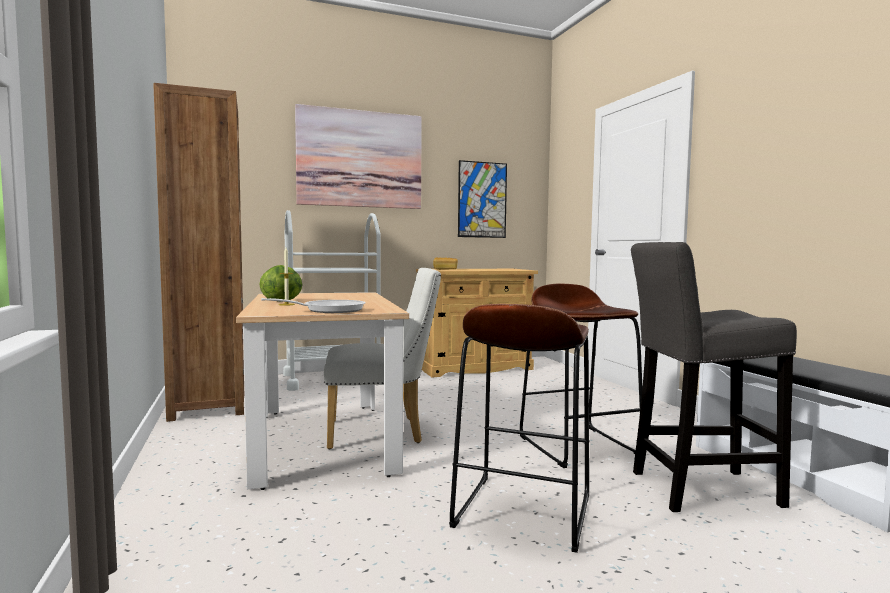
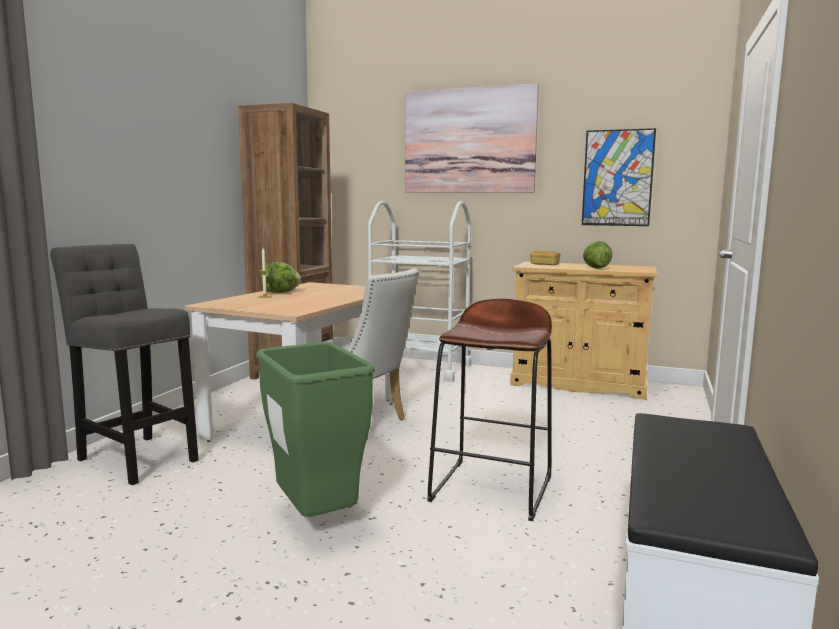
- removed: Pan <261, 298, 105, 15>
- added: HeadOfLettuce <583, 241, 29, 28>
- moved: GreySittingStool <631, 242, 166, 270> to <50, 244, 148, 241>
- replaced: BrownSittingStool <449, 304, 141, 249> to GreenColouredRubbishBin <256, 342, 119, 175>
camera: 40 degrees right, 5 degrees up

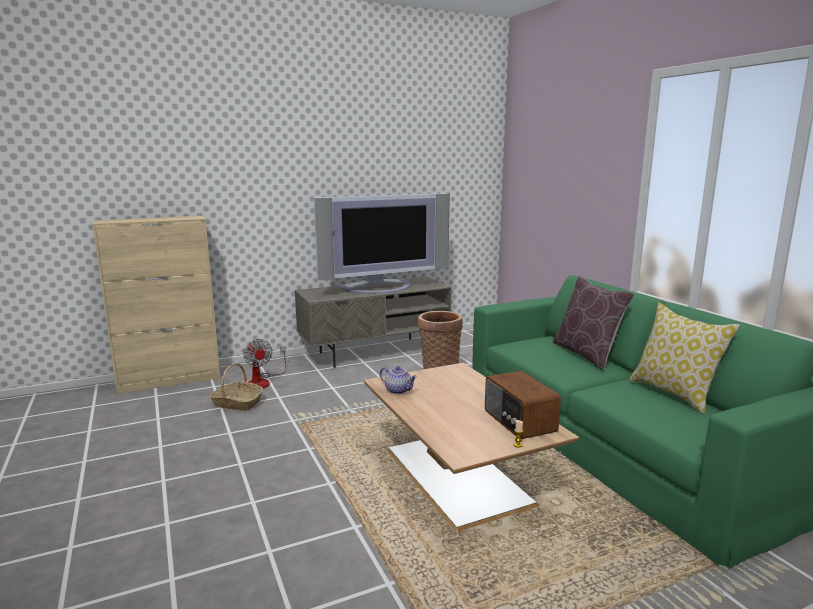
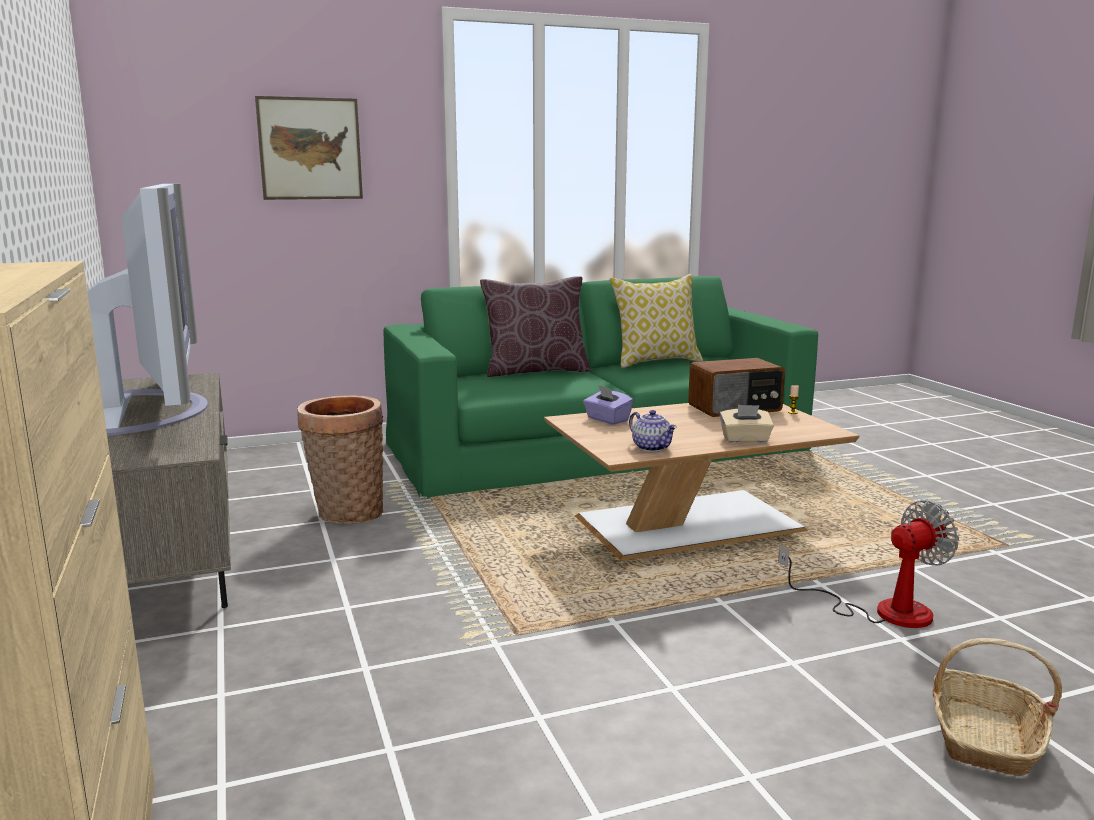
- added: WallPicture <255, 96, 108, 104>
- added: PurpleTissueHolder <583, 385, 50, 40>
- added: SandColouredTissueHolder <720, 405, 54, 38>
- moved: HouseholdBasket <210, 363, 53, 48> to <933, 638, 129, 138>
- moved: ElectricFan <243, 339, 43, 50> to <778, 500, 181, 128>
- turned: TeaPot <380, 366, 37, 28> = <629, 410, 48, 42> 105 degrees clockwise
camera: 85 degrees left, 0 degrees up

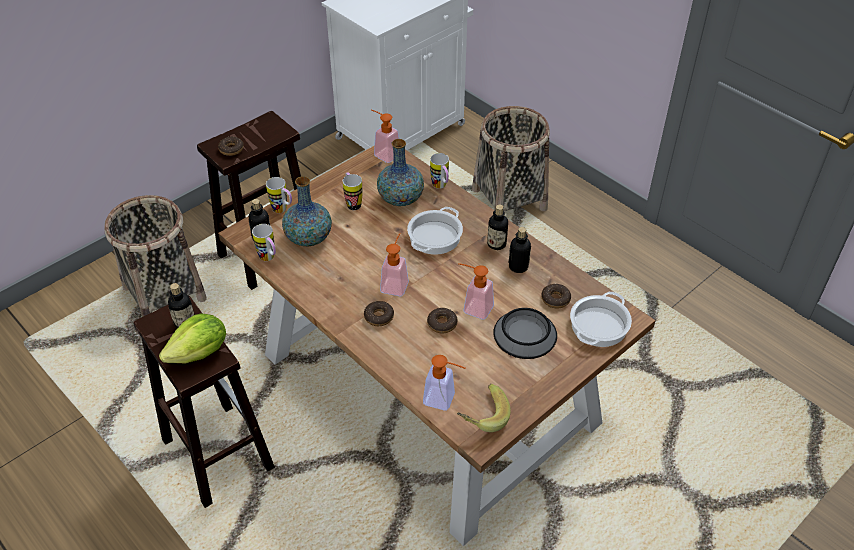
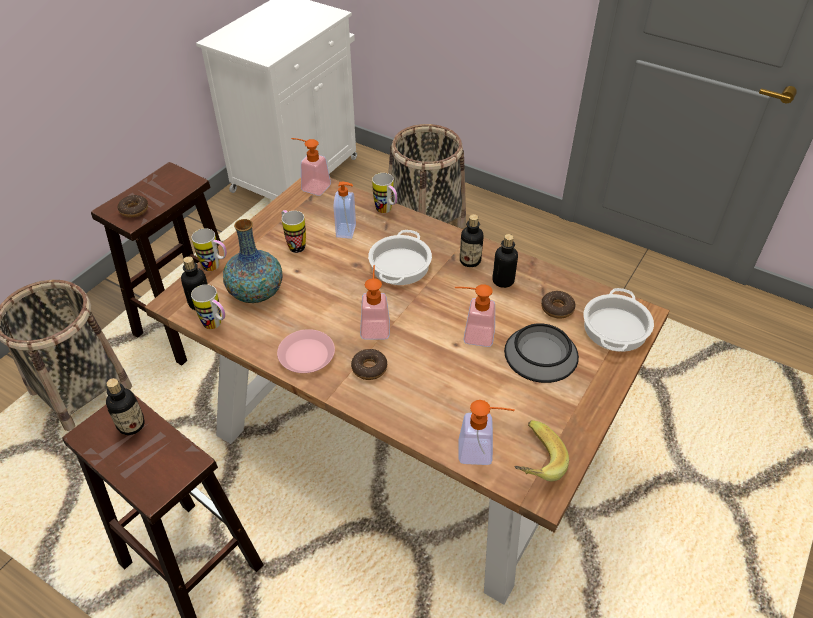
- removed: HeadOfLettuce <159, 313, 67, 50>
- removed: RingDoughnut <427, 308, 31, 25>
- added: PinkFlatDish <277, 329, 58, 44>
- replaced: DecorativeVase <377, 139, 47, 67> to LiquidSoapBottle <334, 182, 22, 57>
camera: 15 degrees left, 0 degrees up

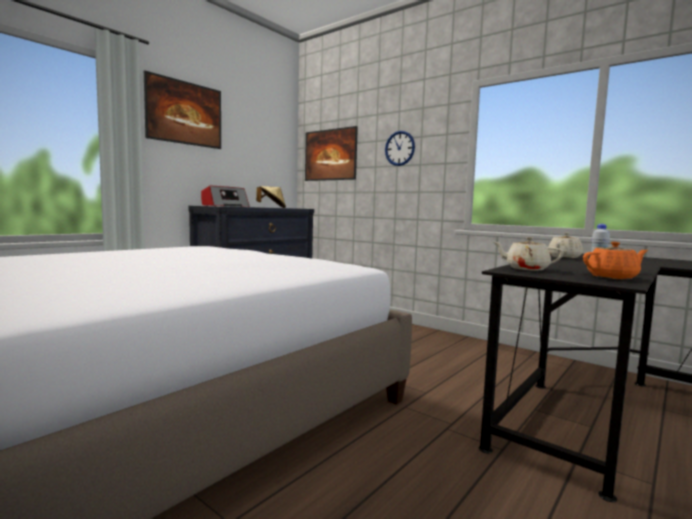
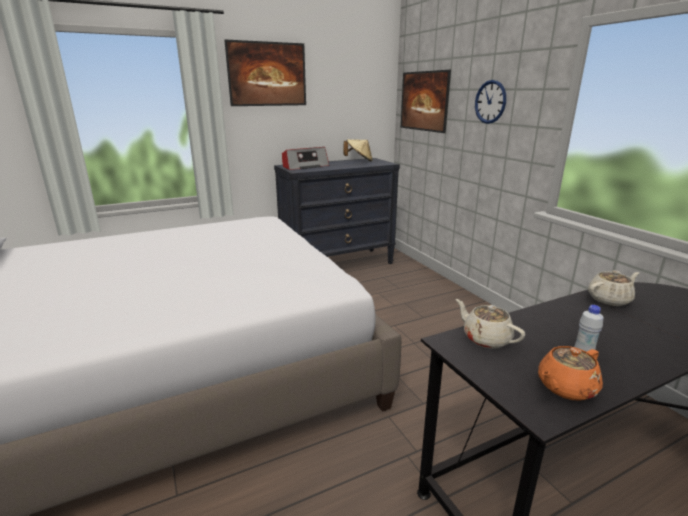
- turned: OrangeTeaPot <583, 242, 65, 37> = <538, 346, 65, 55> 135 degrees clockwise
camera: 25 degrees right, 15 degrees up

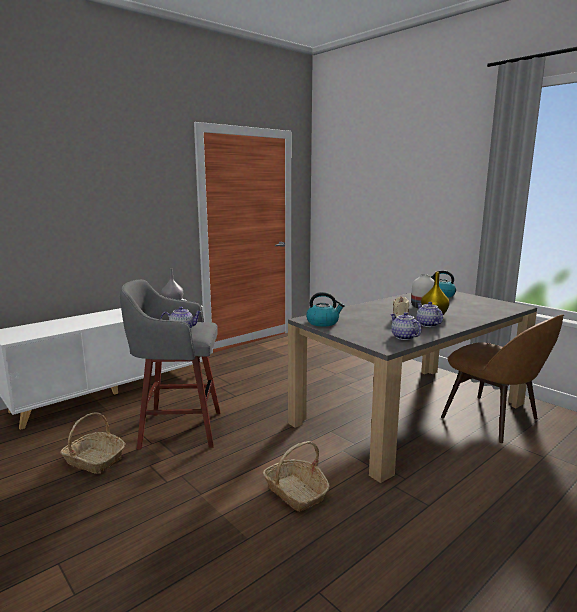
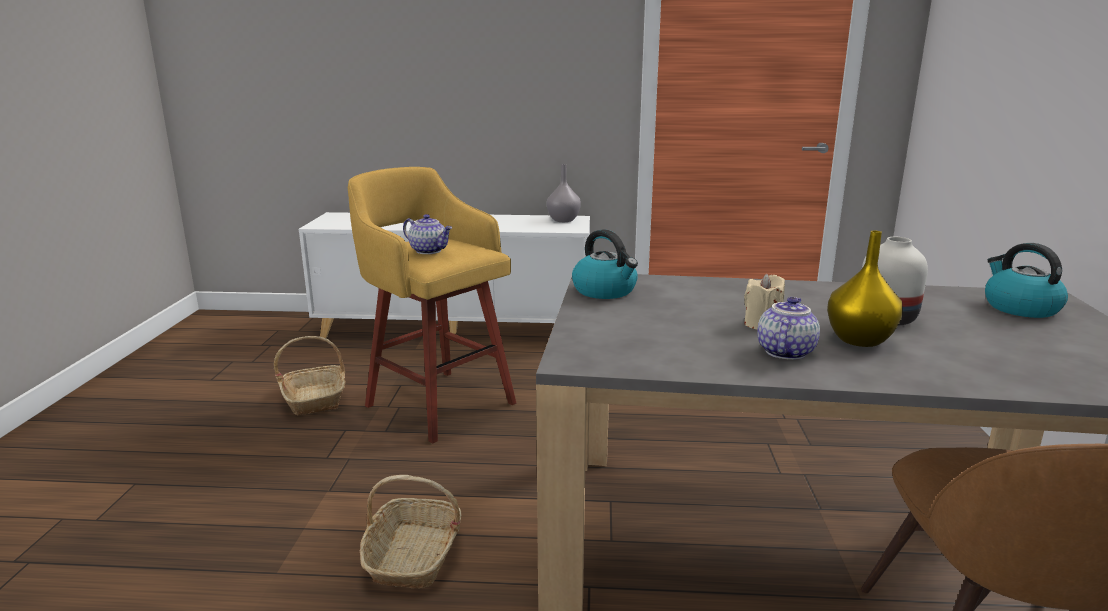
- removed: TeaPot <391, 312, 31, 28>
- recoloured: GreySittingStool <120, 279, 101, 171> to YellowishSittingStool <348, 167, 168, 276>
camera: 45 degrees right, 5 degrees up

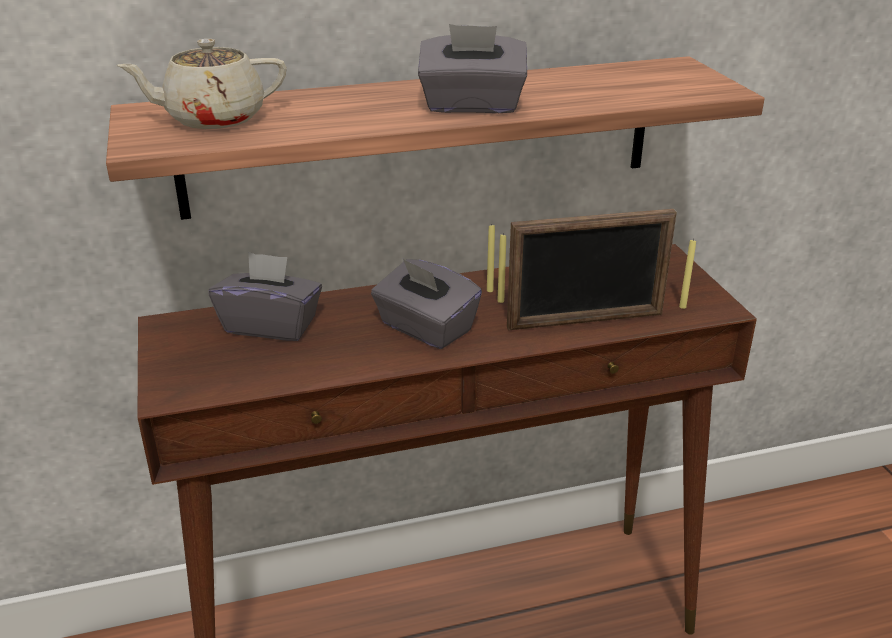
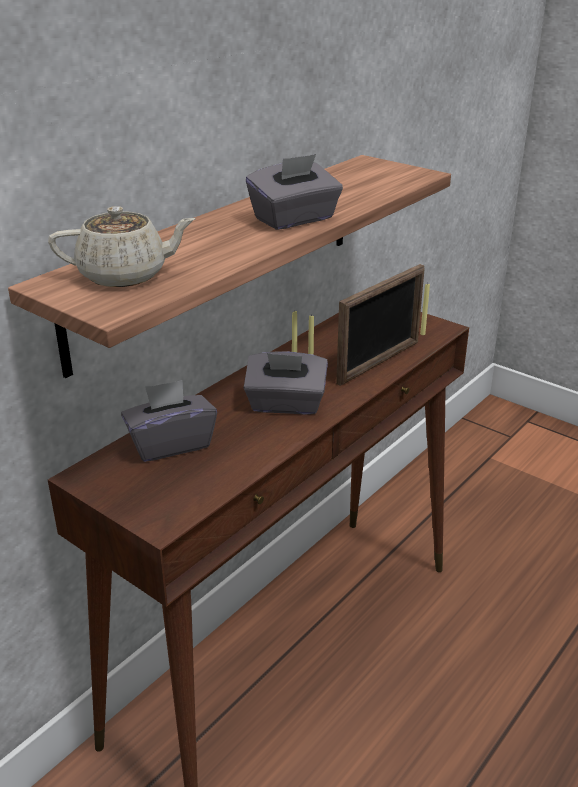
- turned: SandColouredTeaPot <116, 39, 171, 90> = <48, 206, 148, 81> 135 degrees counterclockwise
camera: 35 degrees left, 0 degrees up

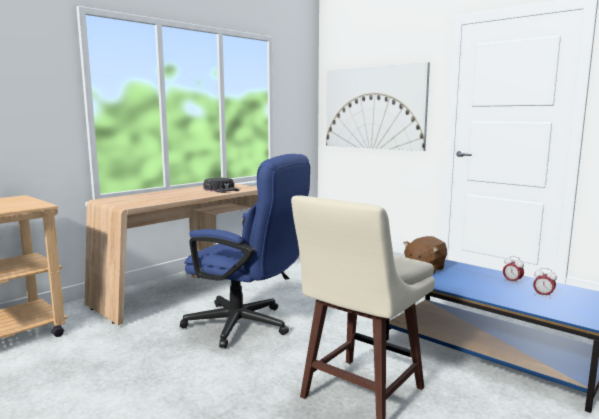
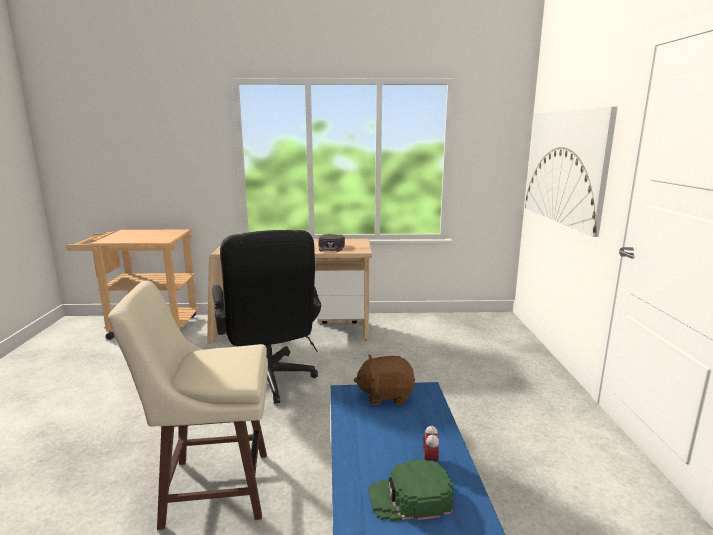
- replaced: BedsideClock <533, 268, 24, 31> to GreenColouredPeakedCap <368, 460, 86, 61>
- recoloured: BlueComputerChair <180, 154, 130, 194> to BlackishComputerChair <212, 230, 109, 174>
camera: 45 degrees right, 5 degrees up

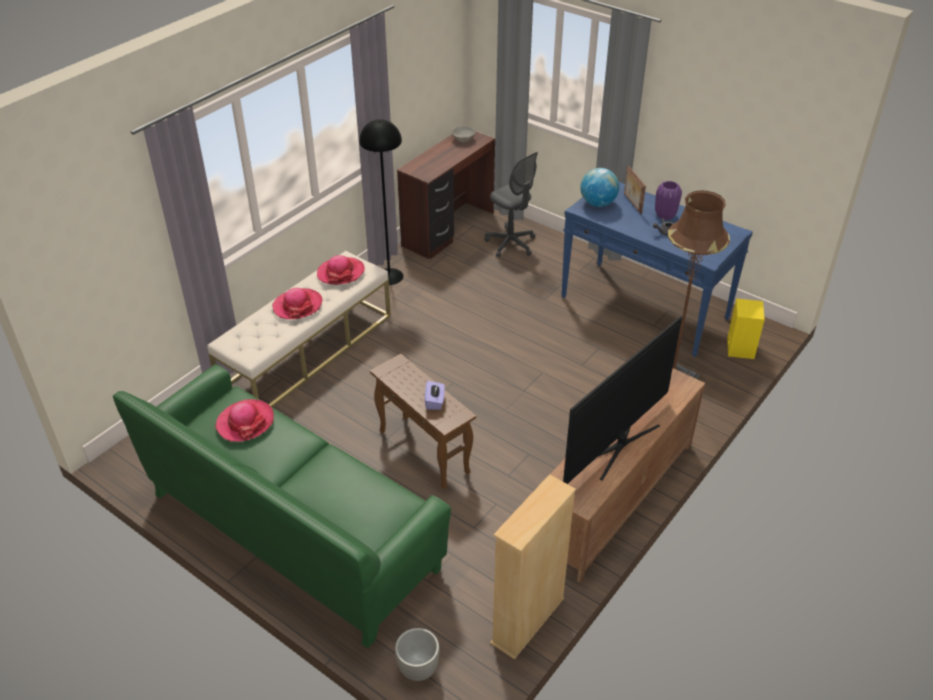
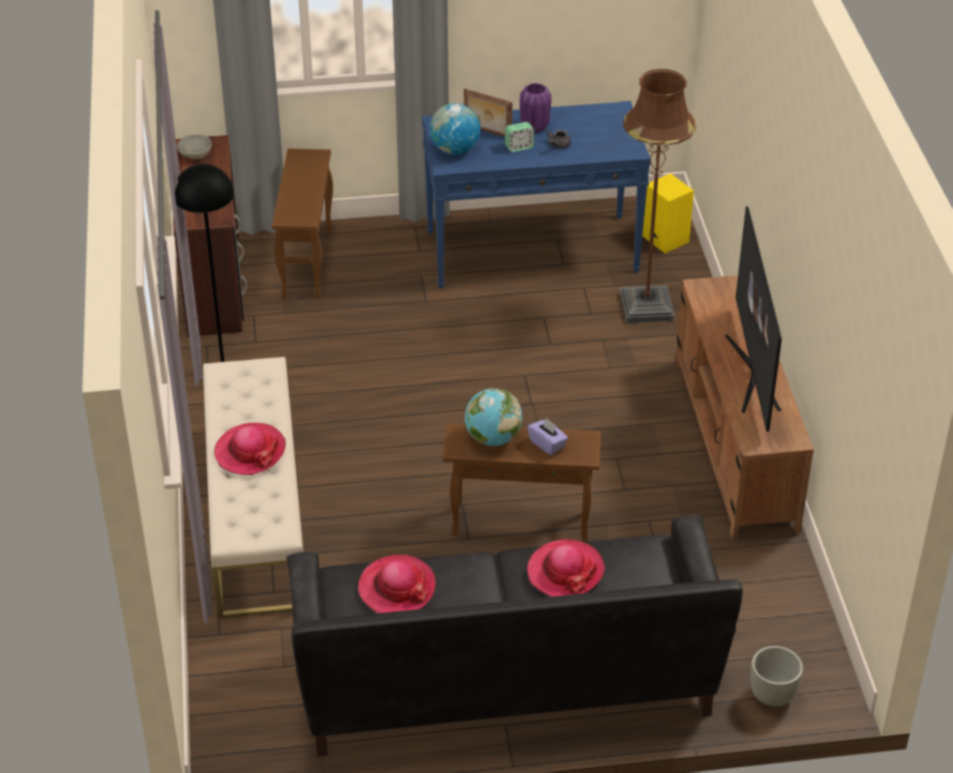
- removed: SandColouredShelvingUnit <490, 474, 86, 186>
- added: Globe <465, 388, 57, 58>
- added: BedsideClock <505, 122, 29, 30>
- moved: Hat <317, 255, 48, 30> to <527, 539, 78, 58>
- replaced: GreyComputerChair <485, 152, 53, 105> to BrownAccentTable <272, 149, 61, 150>
- recoloured: GreenColouredSofa <113, 364, 338, 284> to BlackishSofa <286, 515, 457, 242>
camera: 45 degrees left, 0 degrees up

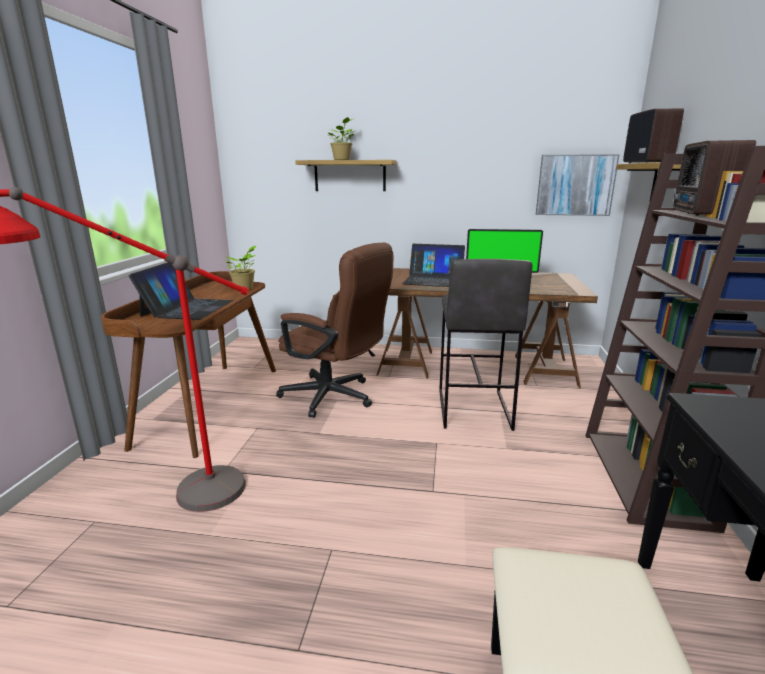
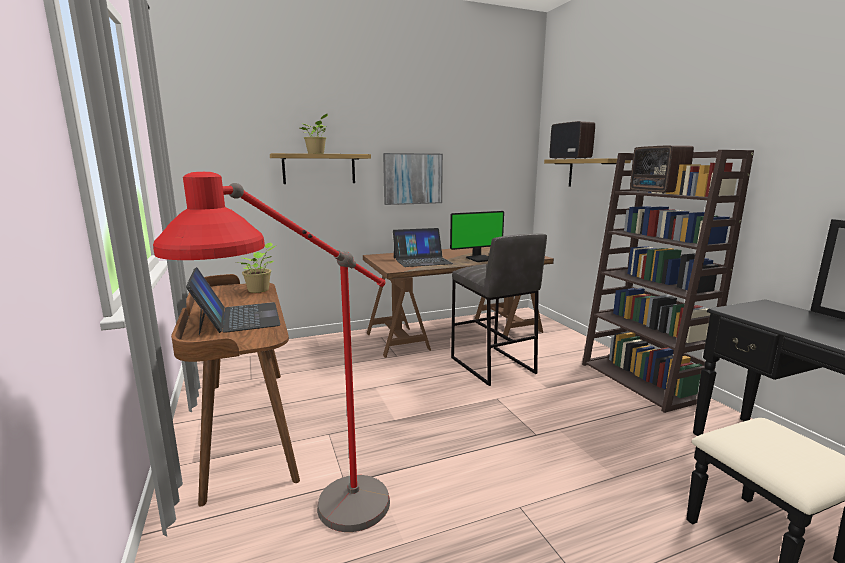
- removed: BrownComputerChair <276, 242, 118, 176>
- moved: WallPicture <536, 154, 84, 62> to <383, 153, 60, 52>
camera: 30 degrees left, 5 degrees down

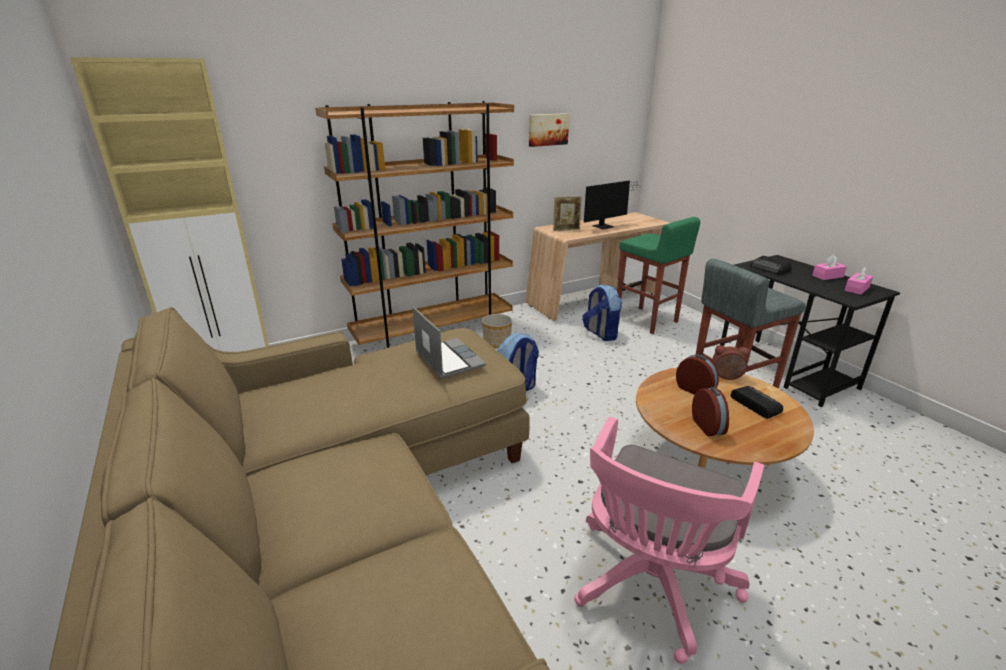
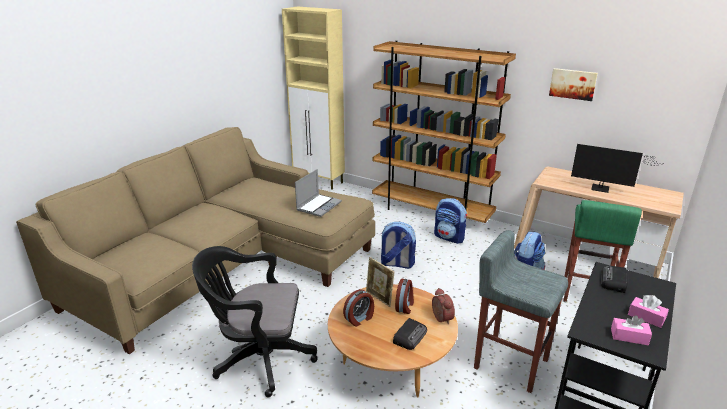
- moved: PictureFrame <553, 196, 29, 35> to <366, 257, 28, 50>
- replaced: FlowerPot <482, 314, 30, 34> to Backpack <434, 198, 33, 46>
- recoloured: PinkComputerChair <574, 417, 190, 247> to BlackishComputerChair <192, 246, 125, 151>
camera: 60 degrees right, 0 degrees up

